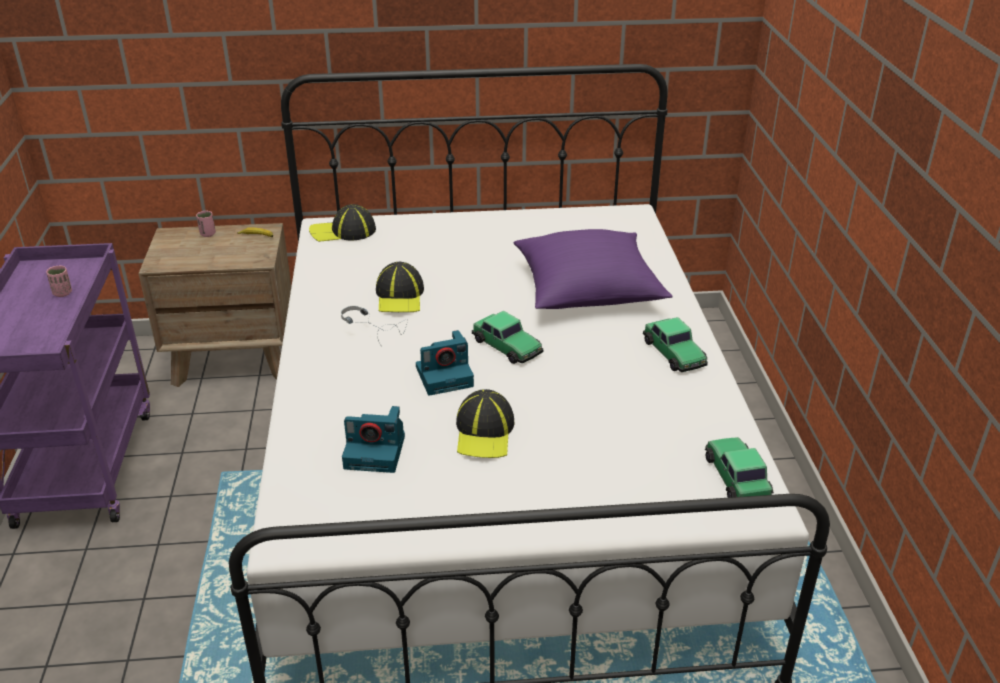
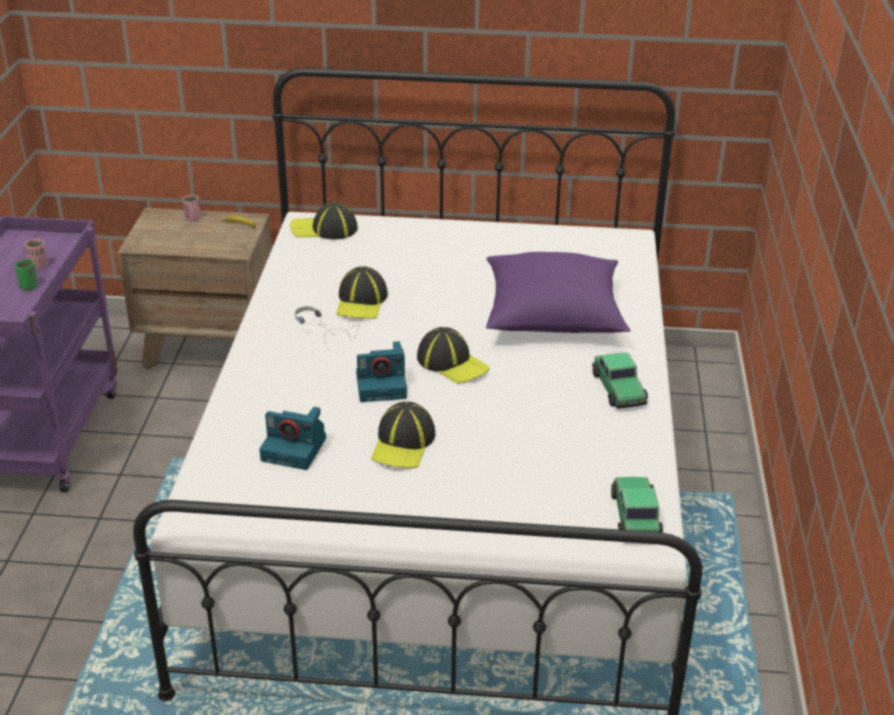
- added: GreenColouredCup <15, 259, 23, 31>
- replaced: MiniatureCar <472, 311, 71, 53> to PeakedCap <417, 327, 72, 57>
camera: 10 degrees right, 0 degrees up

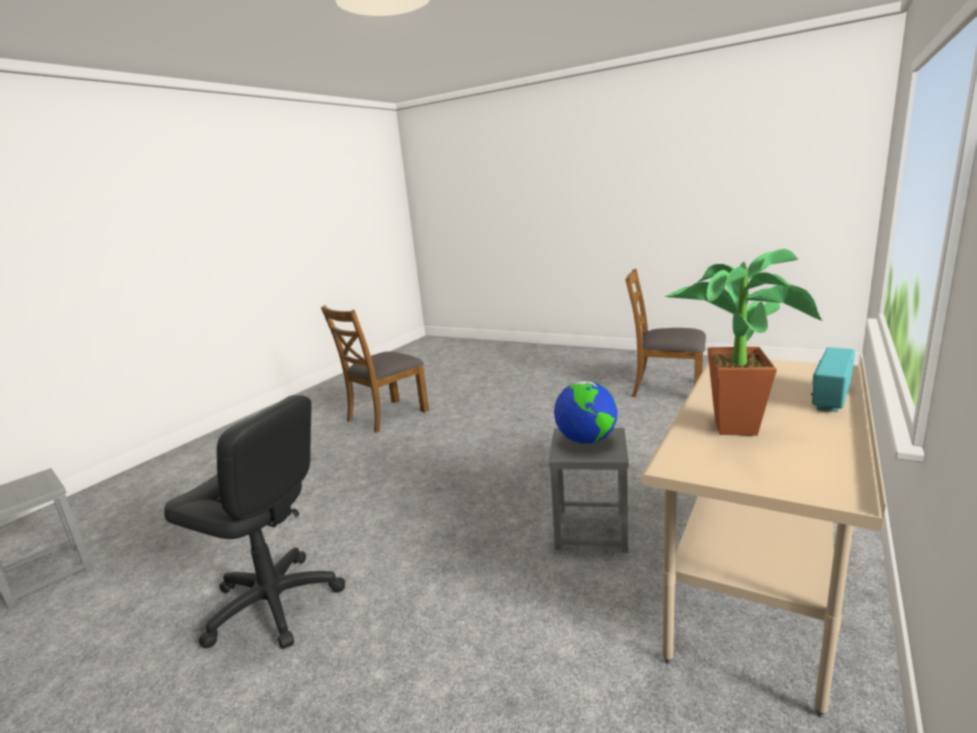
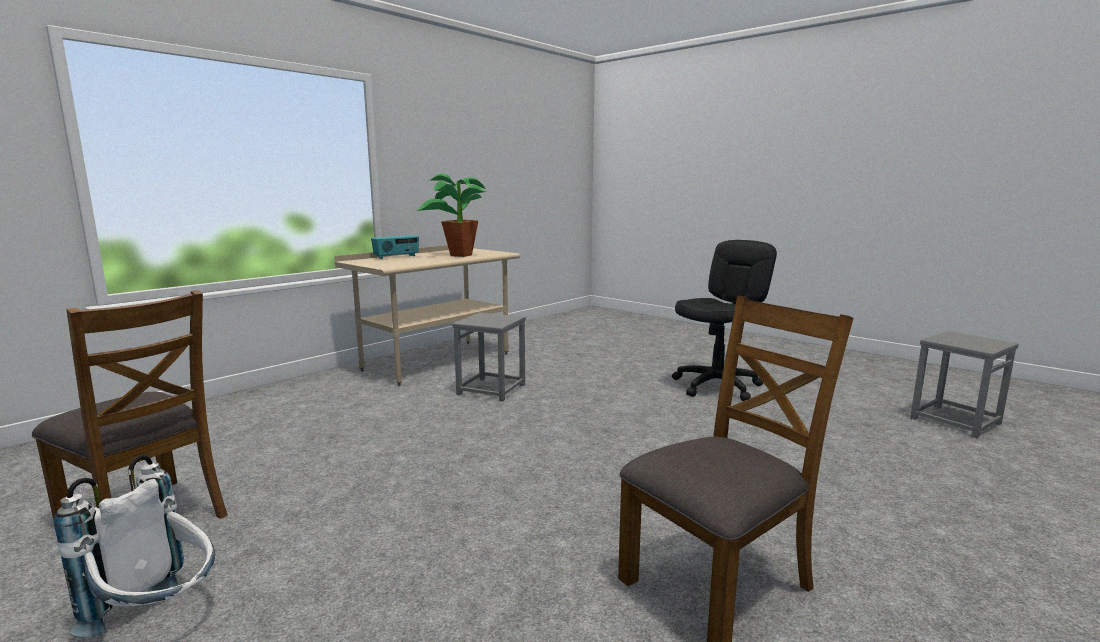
- removed: Globe <554, 381, 64, 63>
- added: WhiteColouredBackpack <54, 455, 161, 182>
- turned: BlackishComputerChair <164, 395, 181, 254> = <672, 240, 105, 161> 105 degrees clockwise
camera: 170 degrees left, 5 degrees down

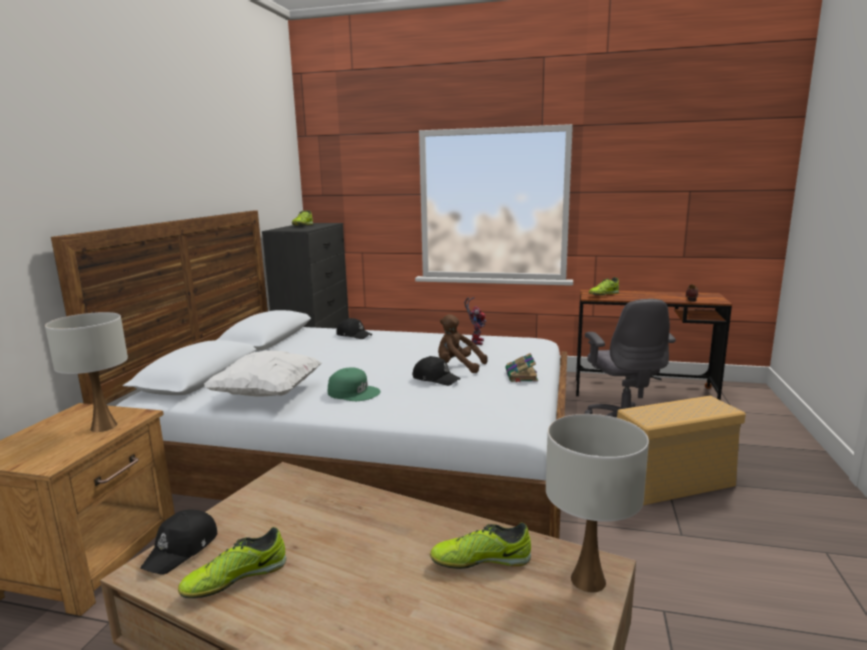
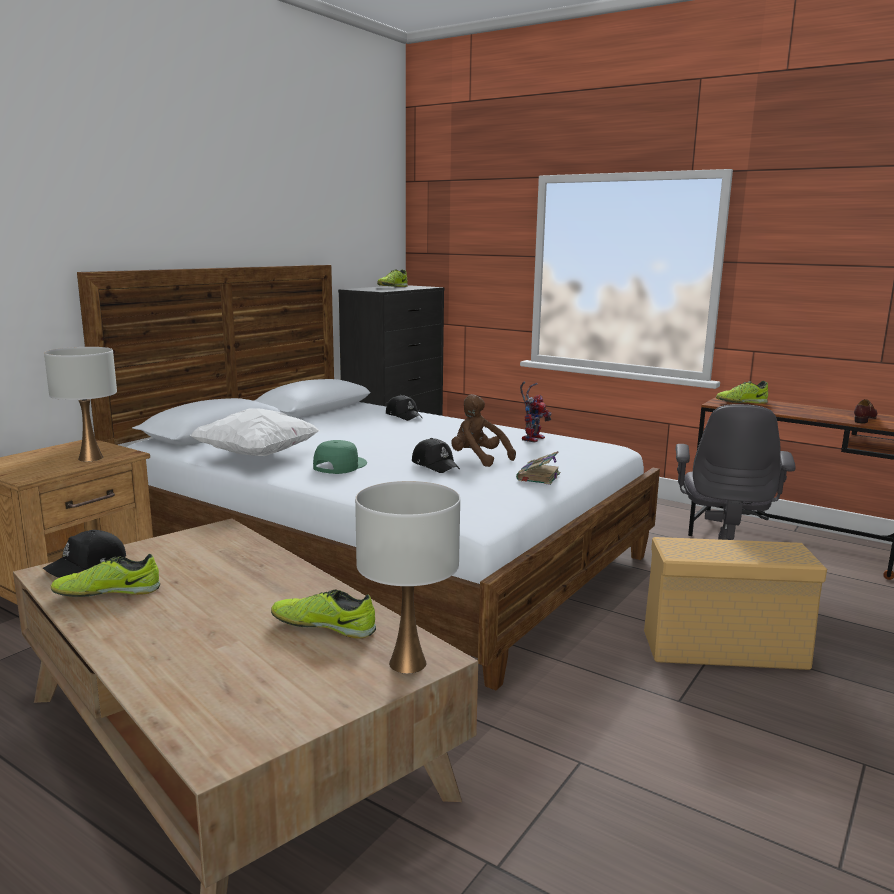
- turned: GreenColouredPeakedCap <328, 367, 53, 34> = <313, 440, 54, 34> 105 degrees counterclockwise
camera: 20 degrees right, 0 degrees up

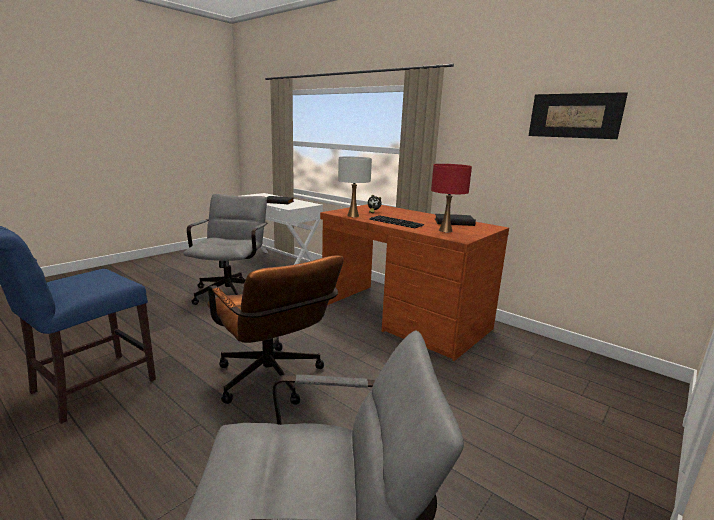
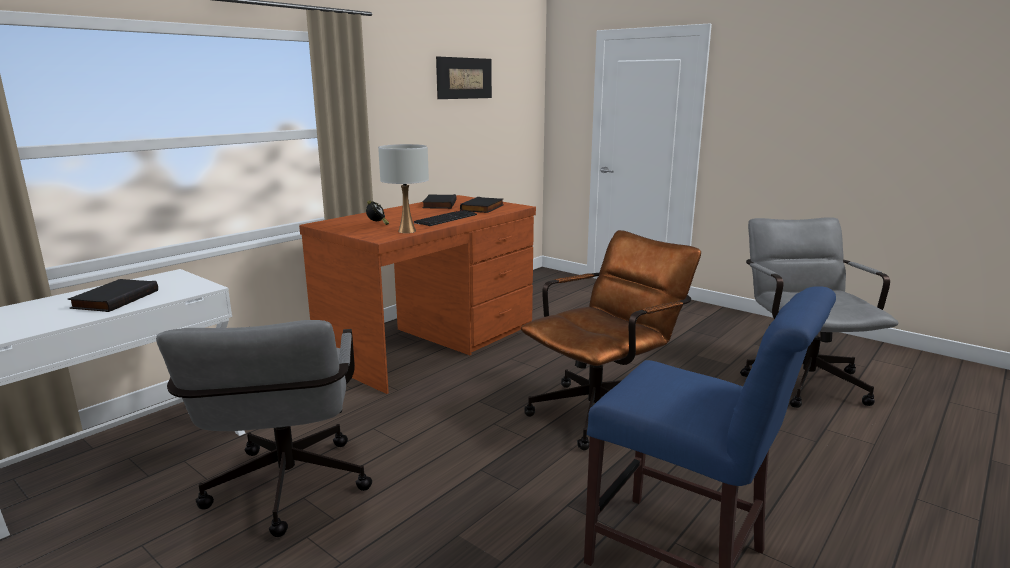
- replaced: ReddishTabletopLamp <431, 164, 41, 68> to BlackishBoundBook <460, 197, 44, 16>
- turned: GreyComputerChair <183, 194, 85, 111> = <156, 320, 216, 217> 105 degrees counterclockwise
camera: 90 degrees left, 0 degrees up

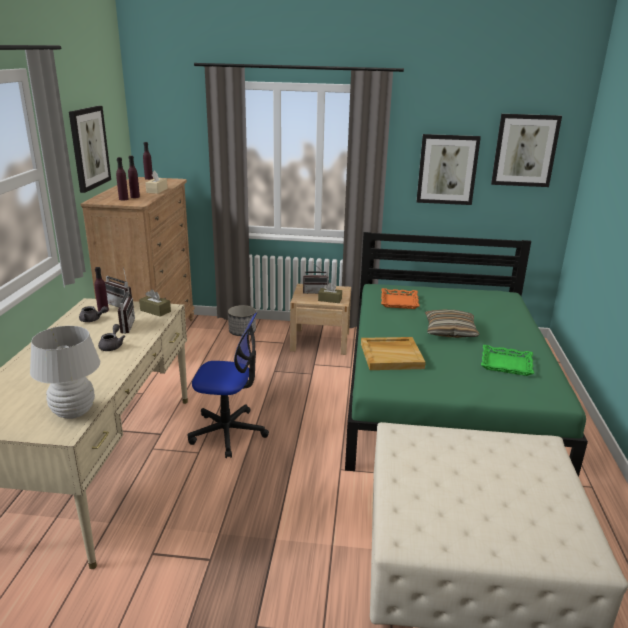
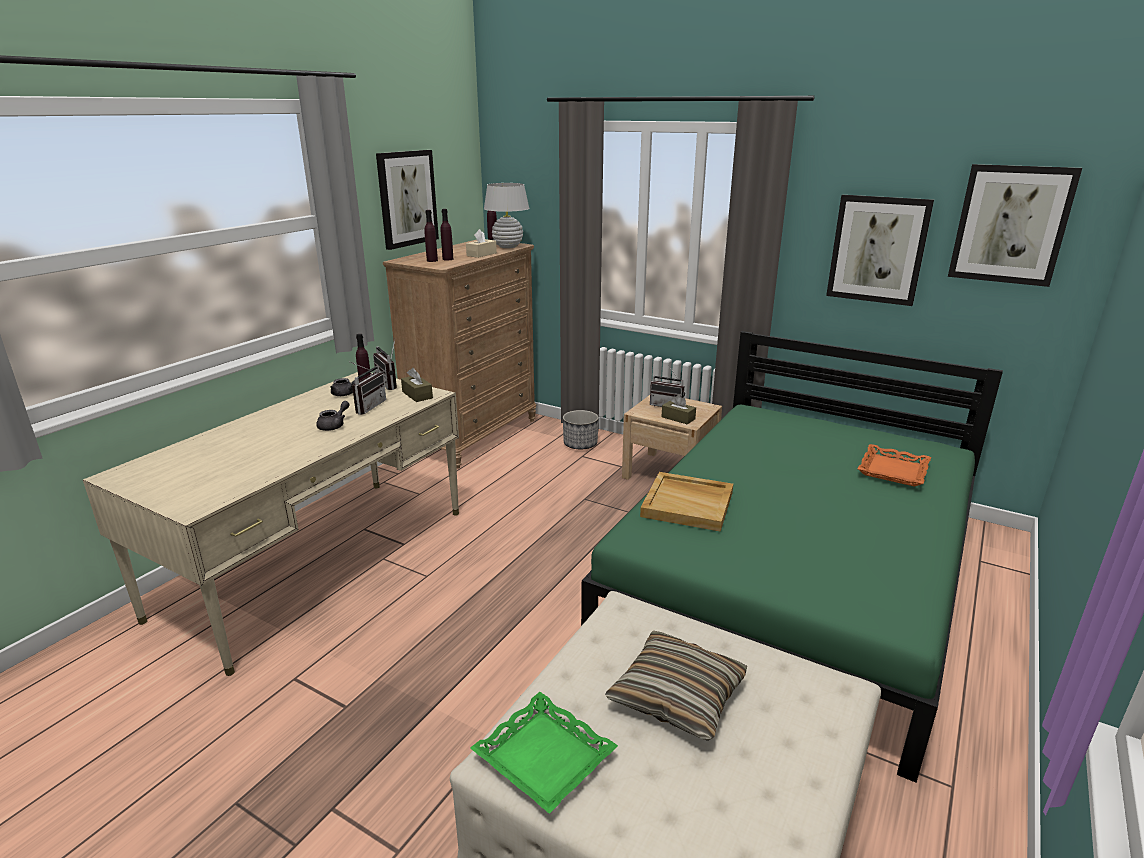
- removed: ComputerChair <188, 313, 81, 145>
- moved: WhiteColouredTabletopLamp <30, 326, 70, 93> to <484, 183, 45, 65>
- moved: OrangeCarryingTray <381, 288, 39, 21> to <857, 444, 74, 43>
- moved: Cushion <425, 309, 55, 29> to <605, 631, 142, 110>
- moved: GreenColouredCarryingTray <481, 345, 53, 31> to <470, 692, 148, 122>
camera: 25 degrees right, 0 degrees up

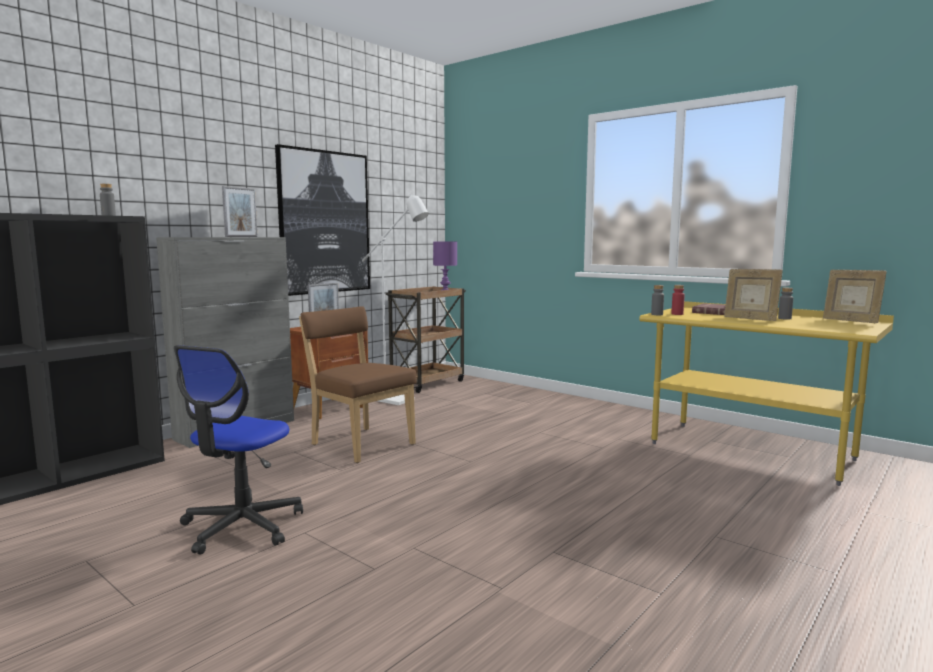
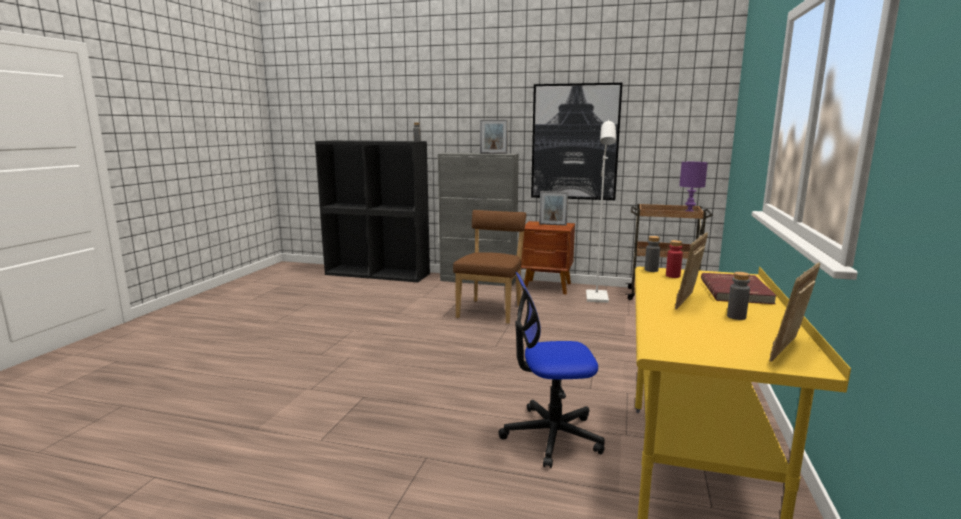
- moved: ComputerChair <174, 345, 129, 210> to <499, 272, 106, 196>
camera: 65 degrees right, 5 degrees up

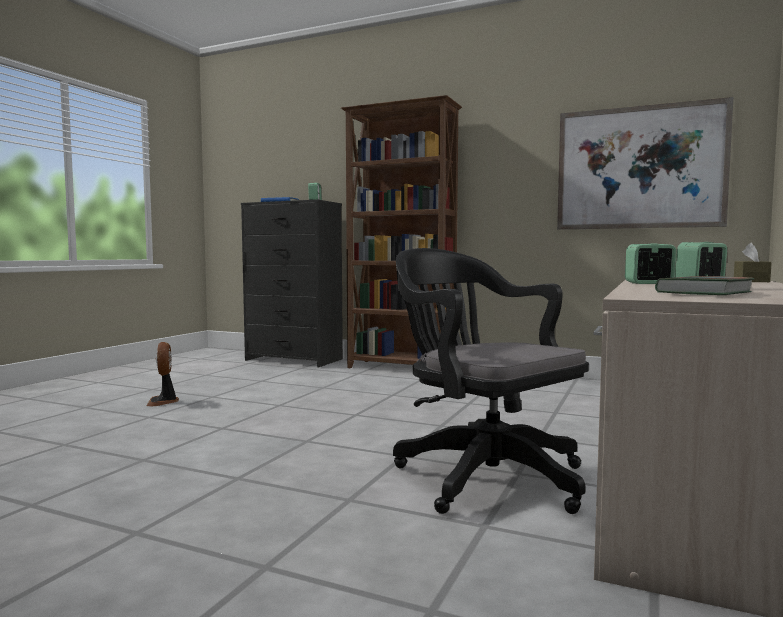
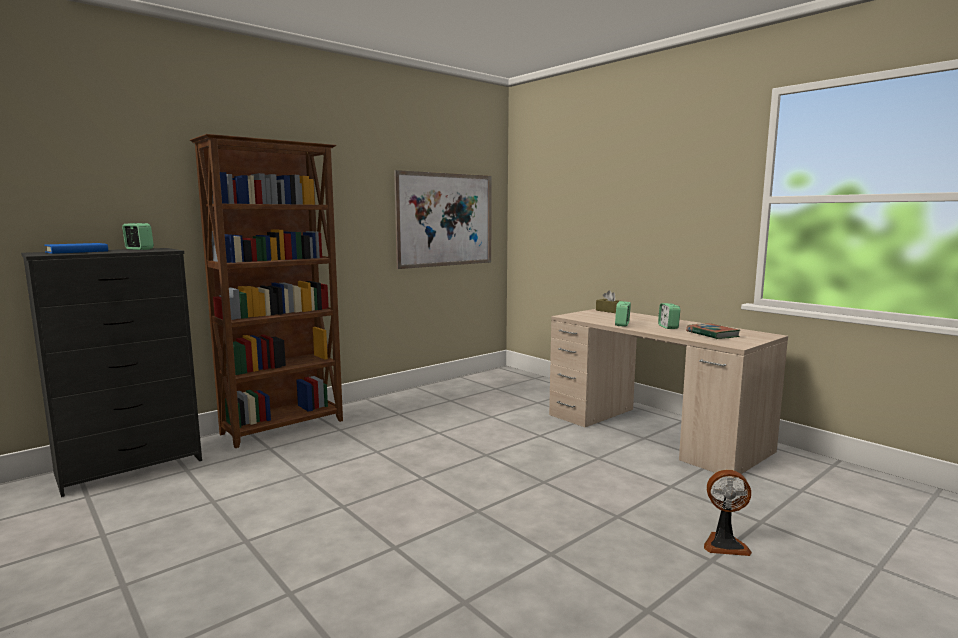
- removed: BlackishComputerChair <393, 248, 196, 266>
- moved: ElectricFan <147, 342, 32, 65> to <704, 470, 48, 86>
camera: 65 degrees left, 5 degrees up

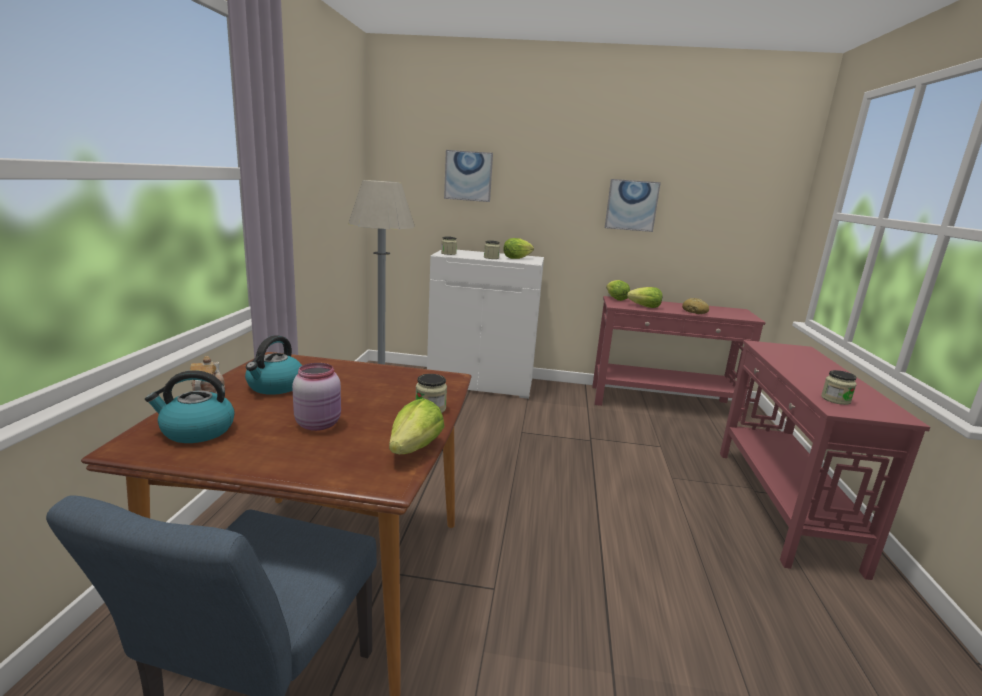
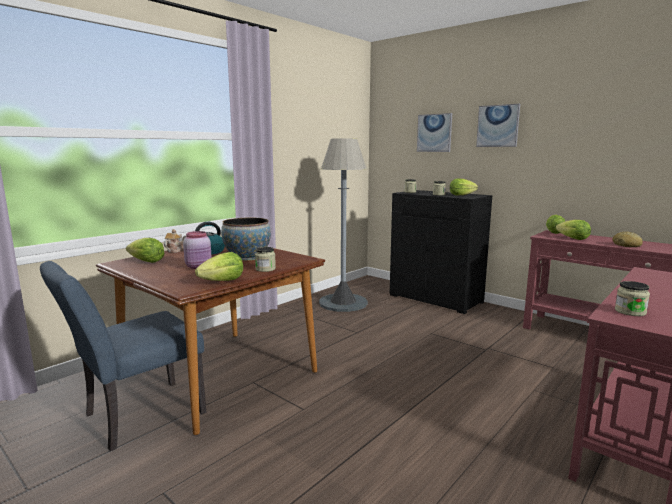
- added: ServingBowl <221, 218, 50, 43>
- moved: WallPicture <605, 179, 56, 53> to <476, 104, 44, 43>
- replaced: WaterKettle <145, 370, 90, 73> to HeadOfLettuce <126, 238, 39, 25>
- recoloured: WhiteColouredCupboard <427, 250, 117, 149> to BlackishCupboard <390, 190, 102, 124>
camera: 35 degrees right, 5 degrees down

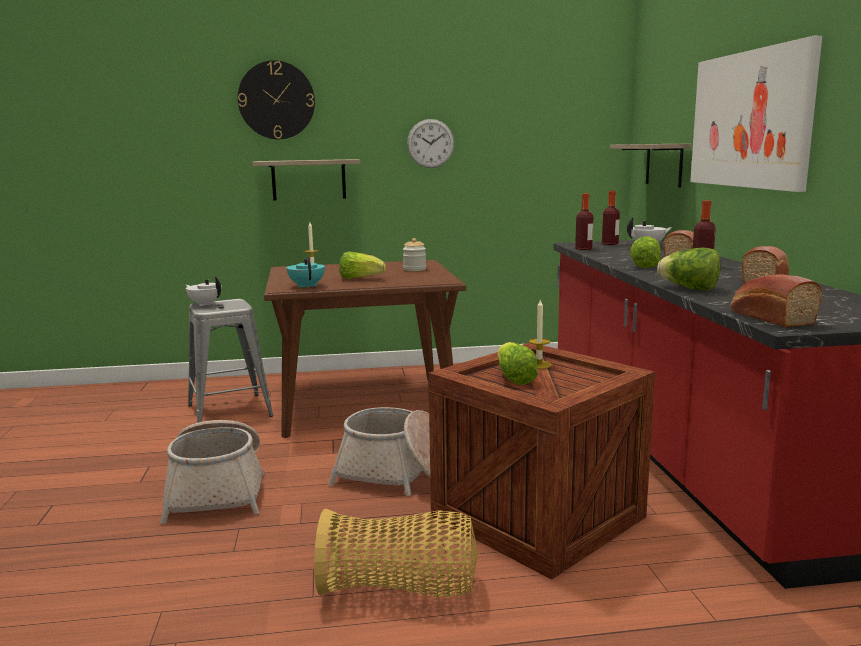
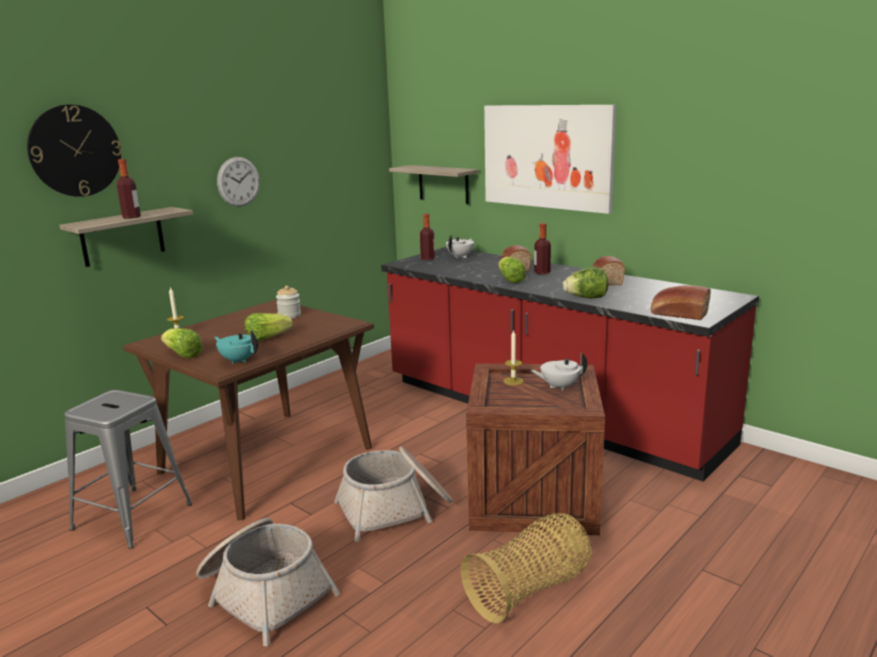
- moved: WhiteColouredTeaPot <186, 276, 36, 30> to <530, 353, 58, 38>
- moved: HeadOfLettuce <498, 342, 40, 43> to <161, 328, 42, 30>
- moved: BeverageBottle <575, 193, 18, 57> to <117, 159, 24, 60>
camera: 40 degrees left, 5 degrees up

